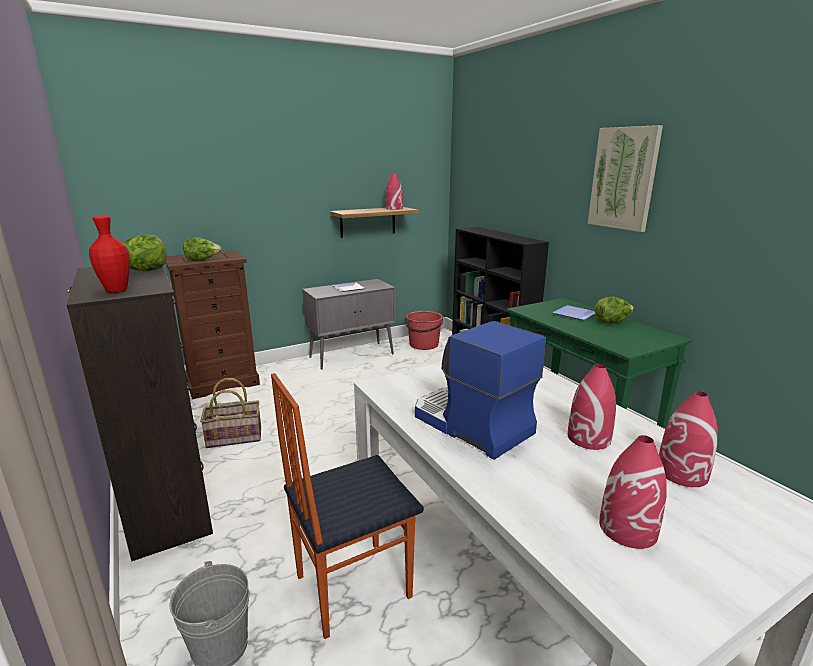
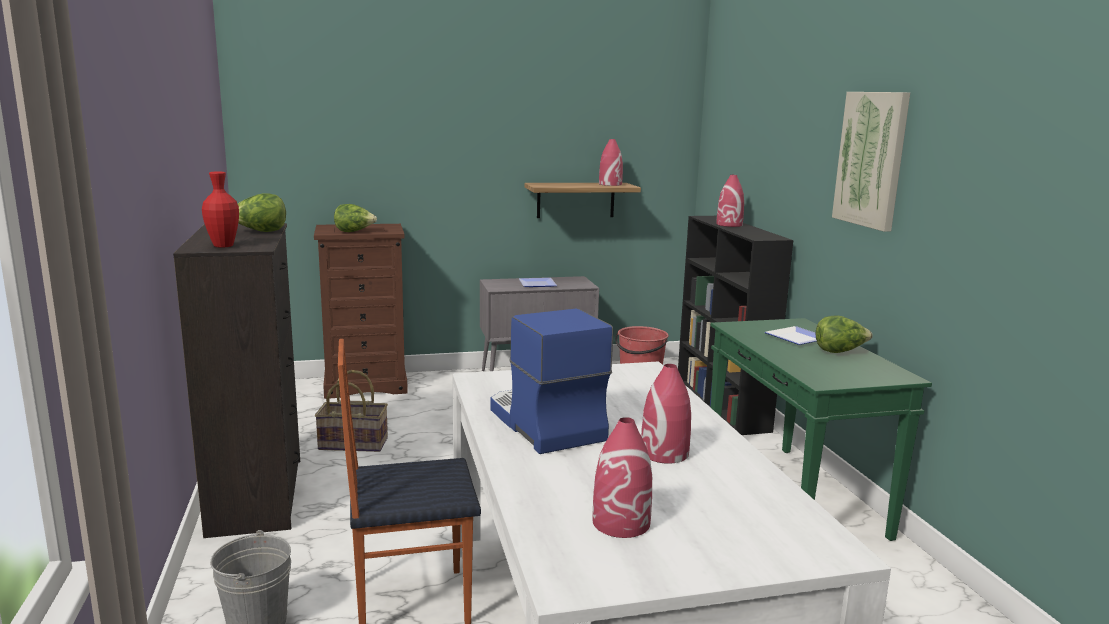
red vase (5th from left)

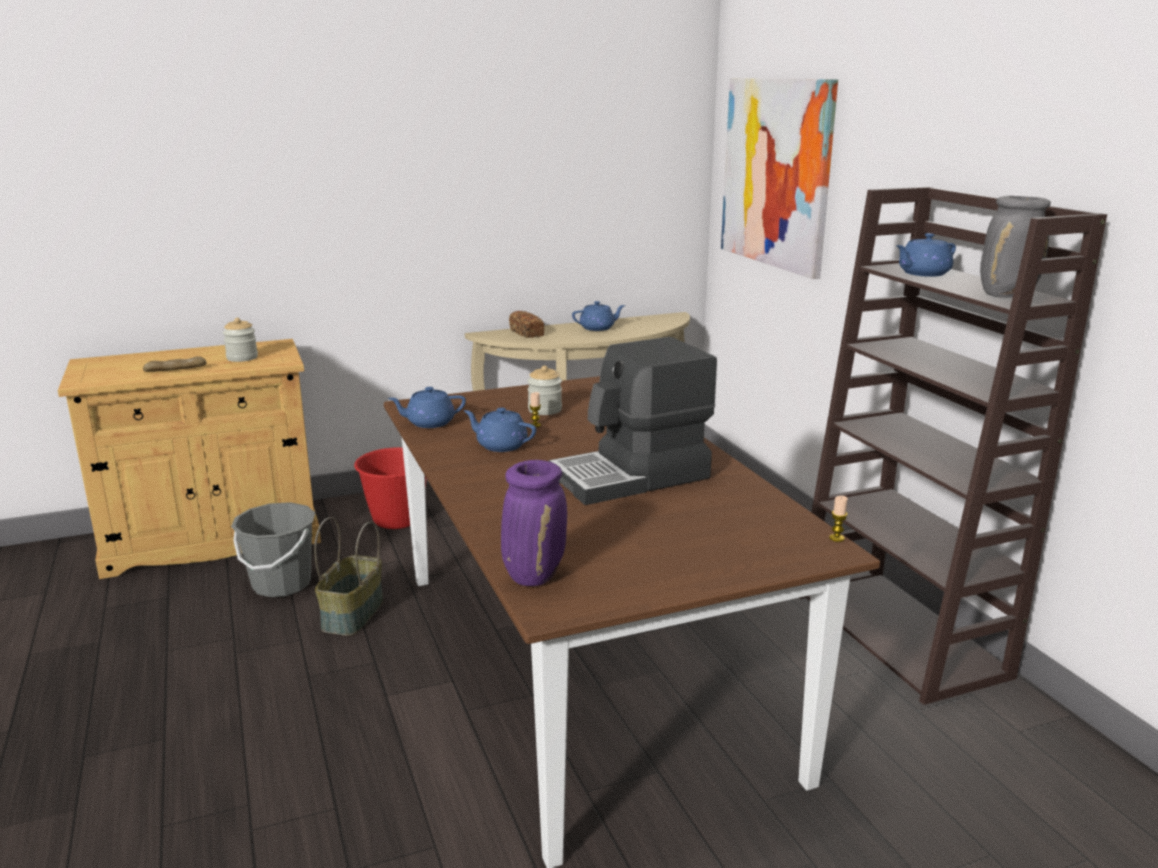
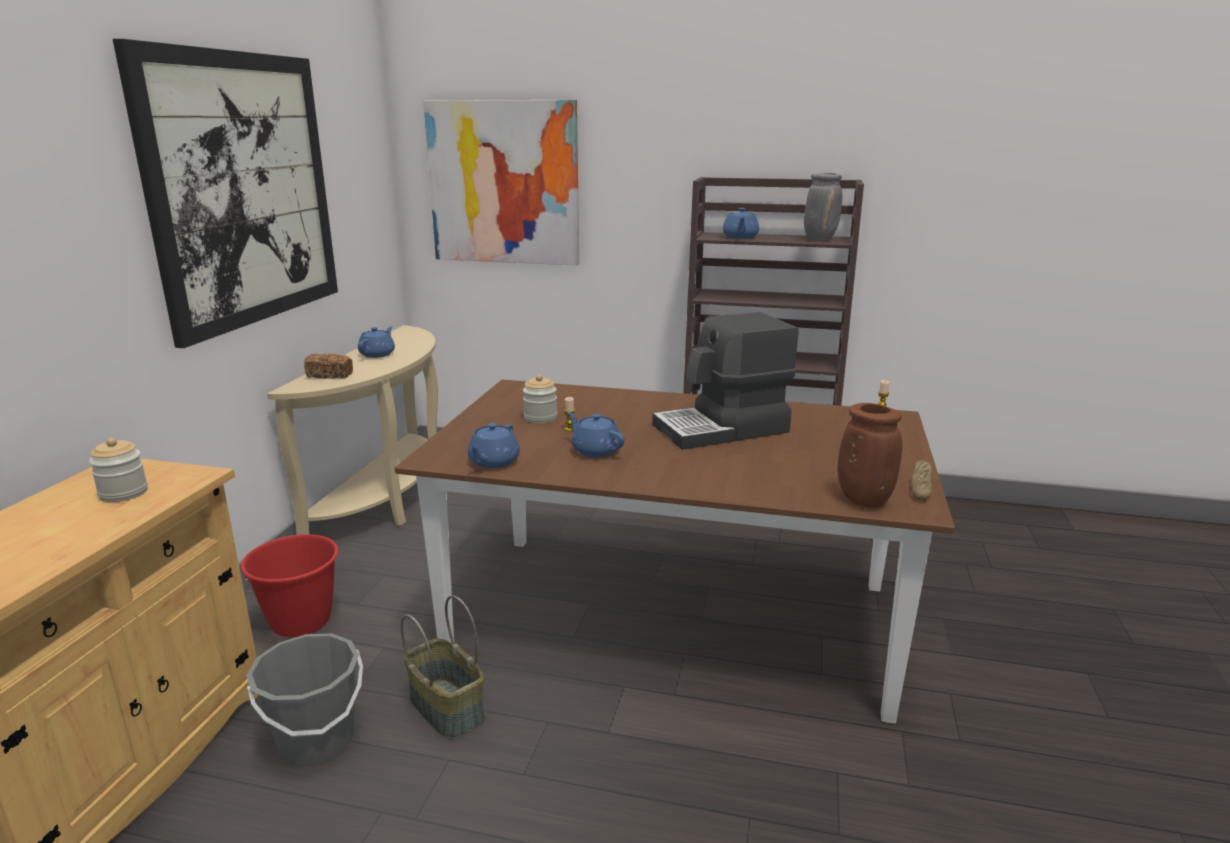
picture (1st from left)
blue teapot (3rd from left)
coffee machine
brown vase
bread (2nd from left)

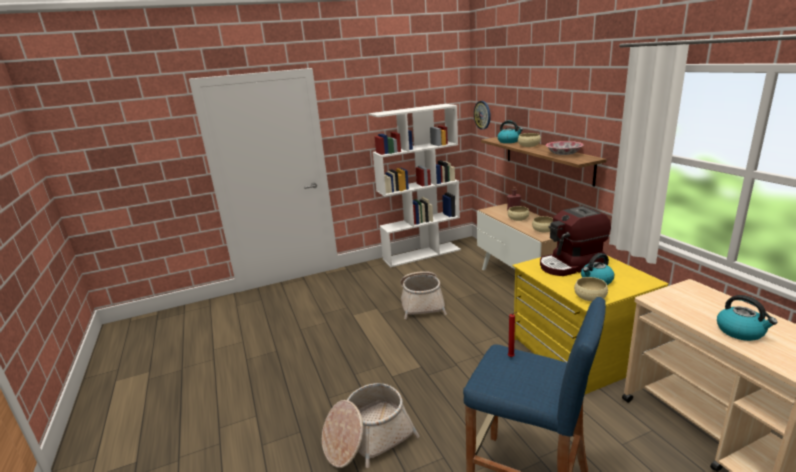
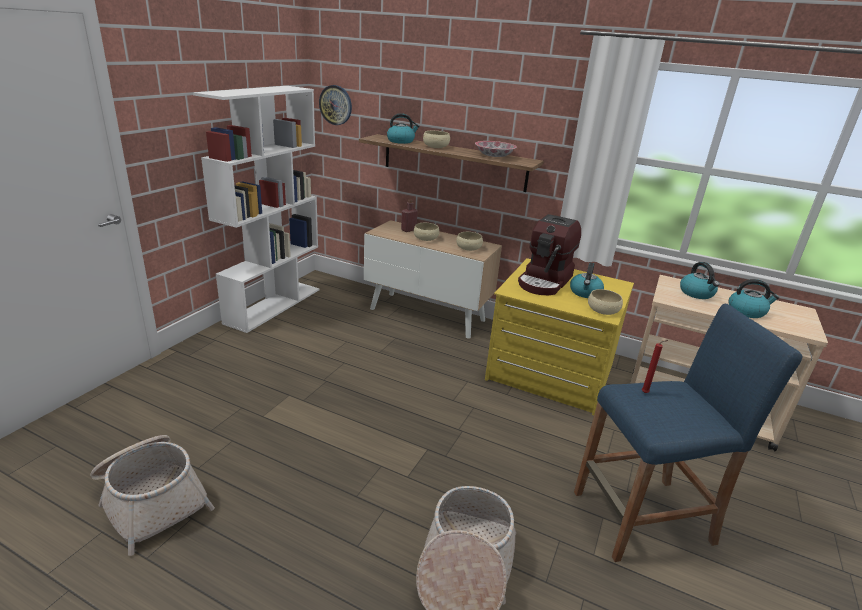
basket (1st from left)
kettle (3rd from left)

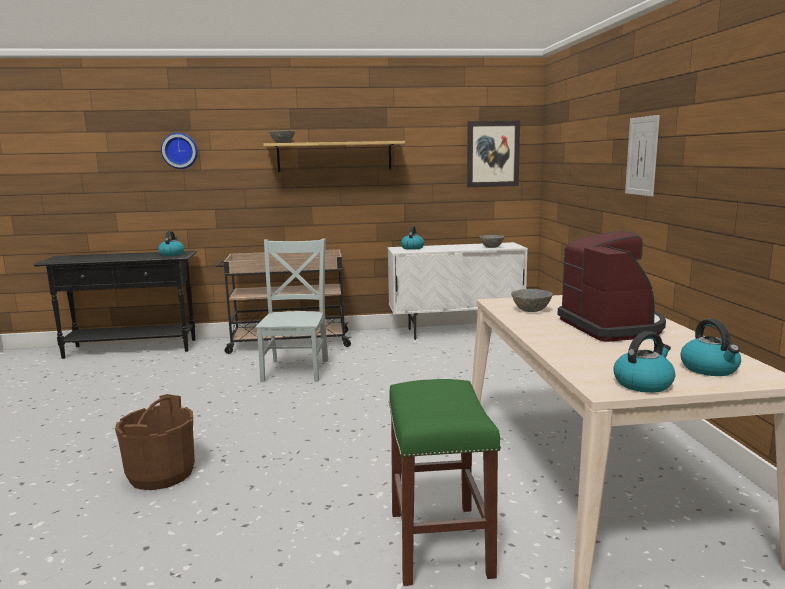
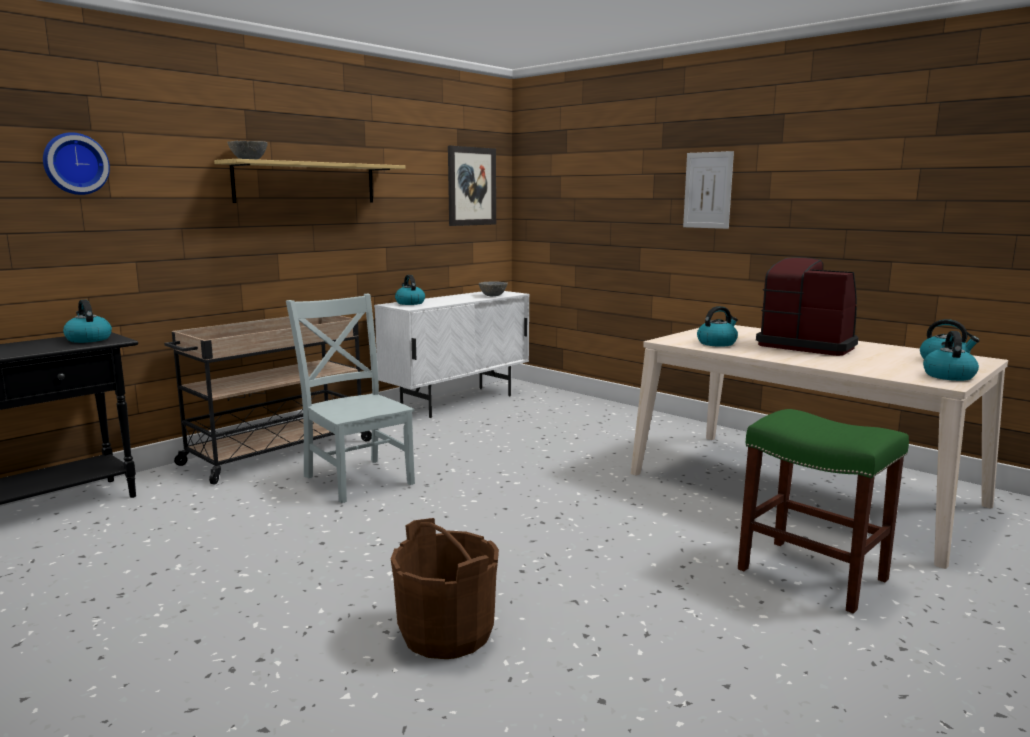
kettle (3rd from left)

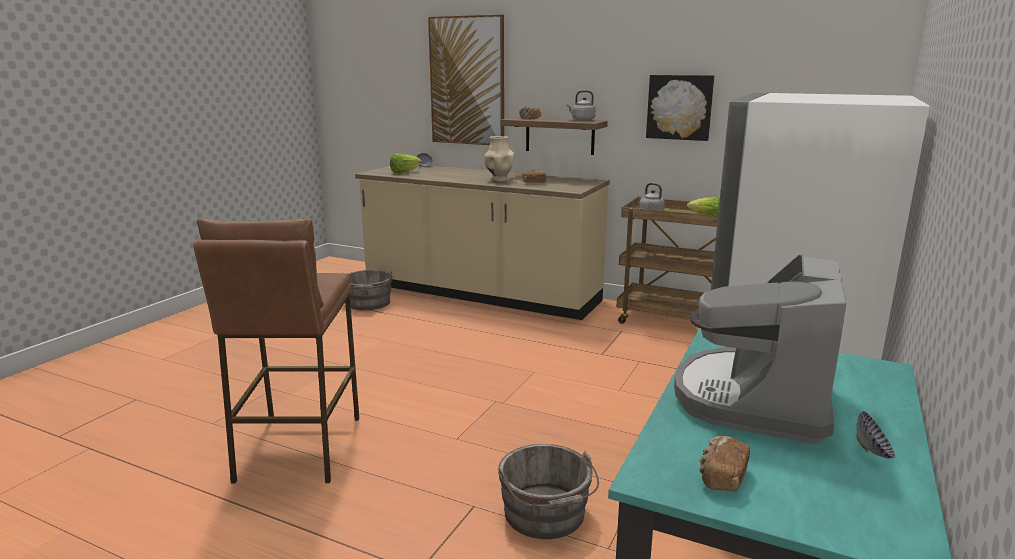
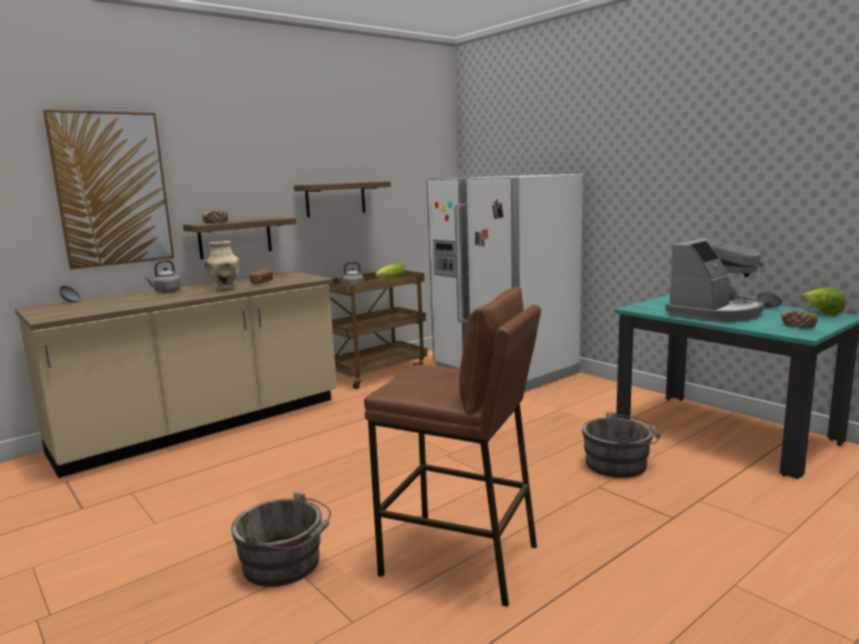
grey kettle (1st from left)
grey bucket (1st from left)
shelf (2nd from left)
coffee machine
lettuce (2nd from left)

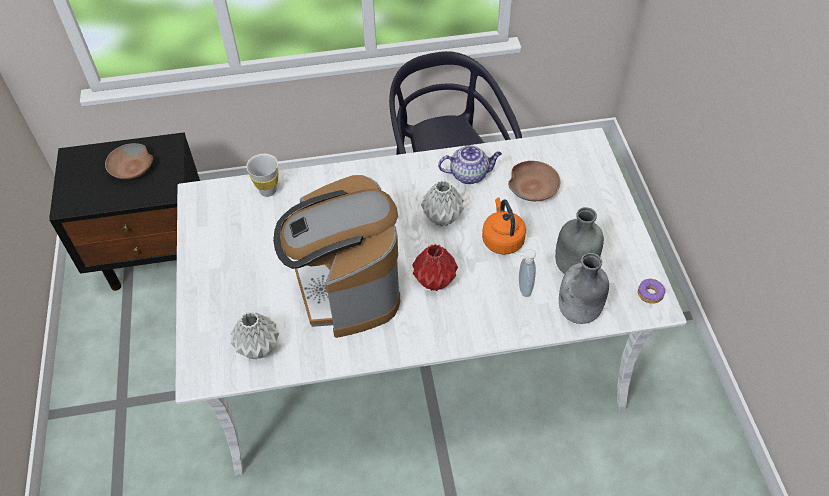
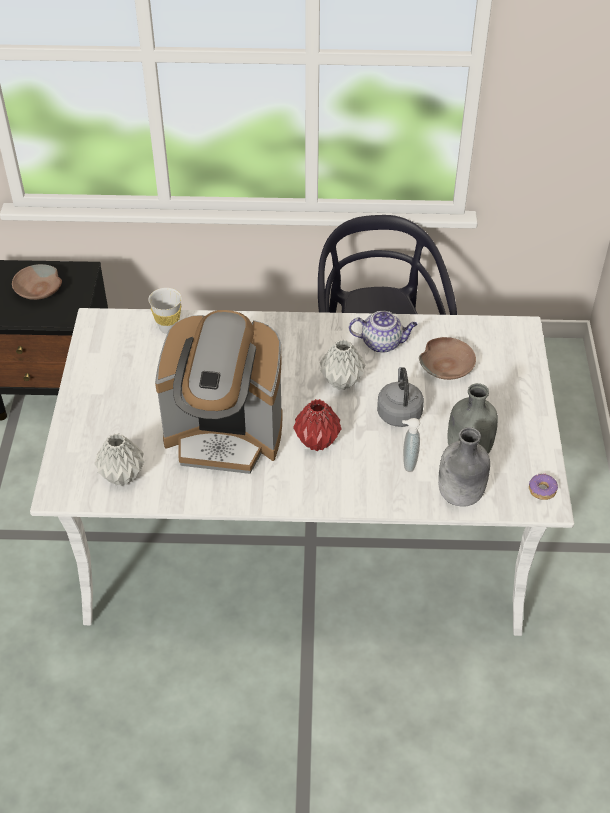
coffee machine
grey kettle

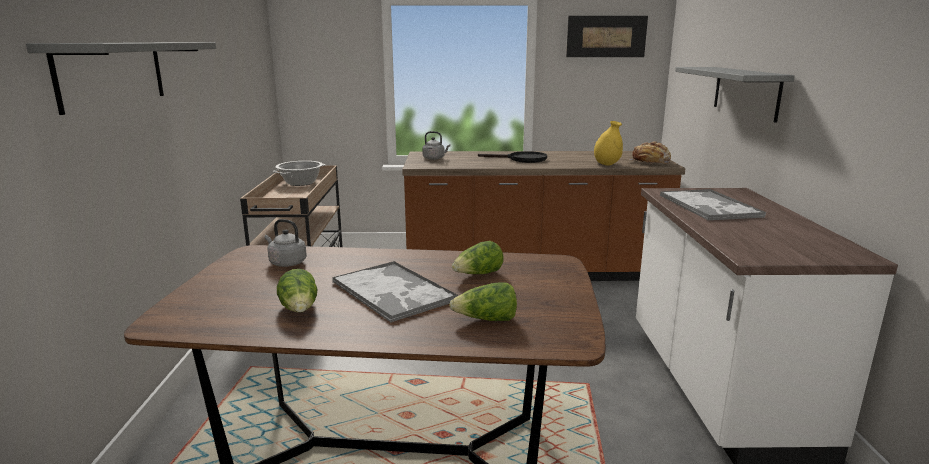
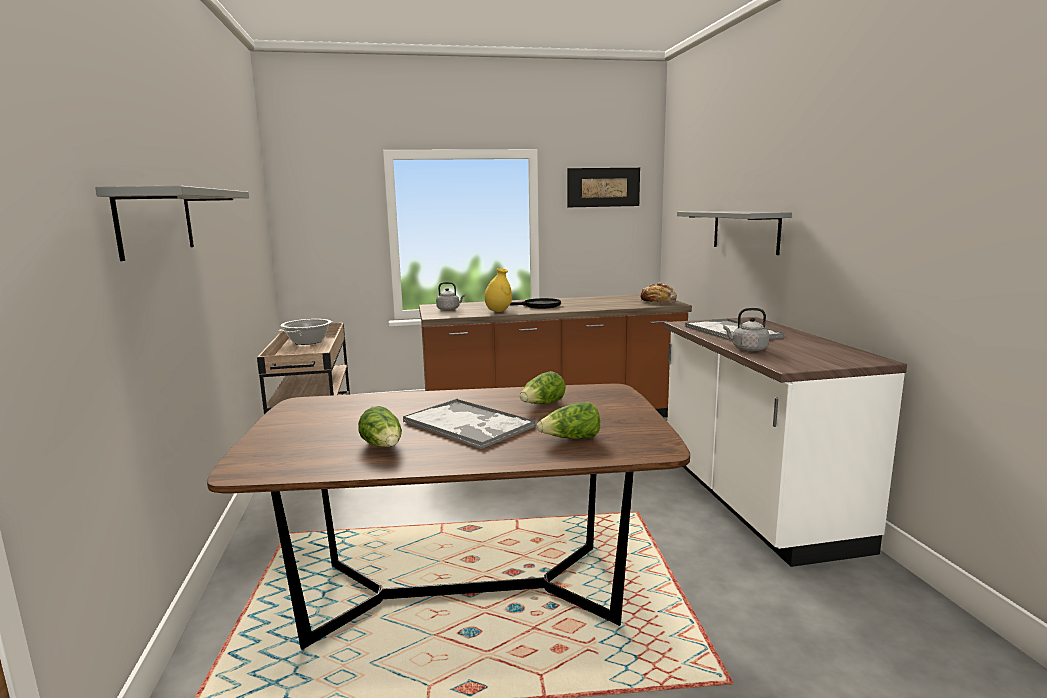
yellow vase
grey kettle (2nd from left)

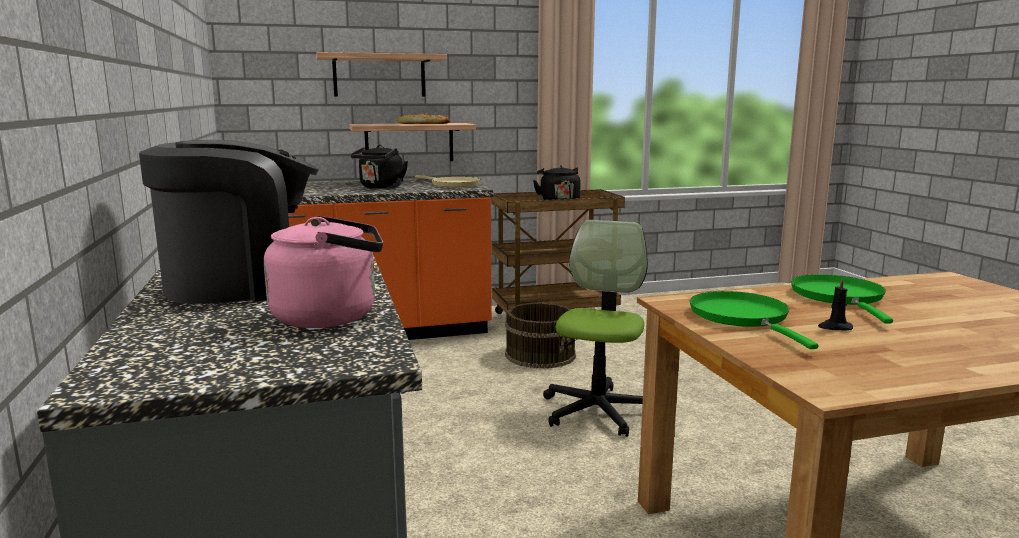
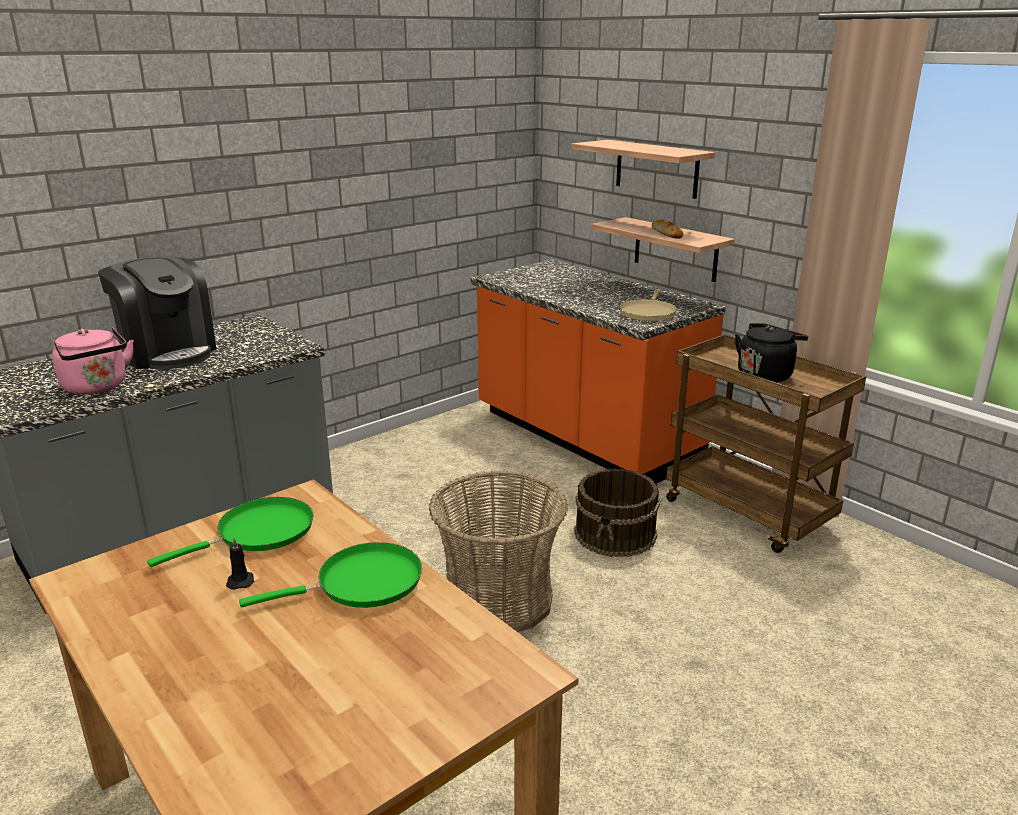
basket
black kettle (1st from left in the first image)

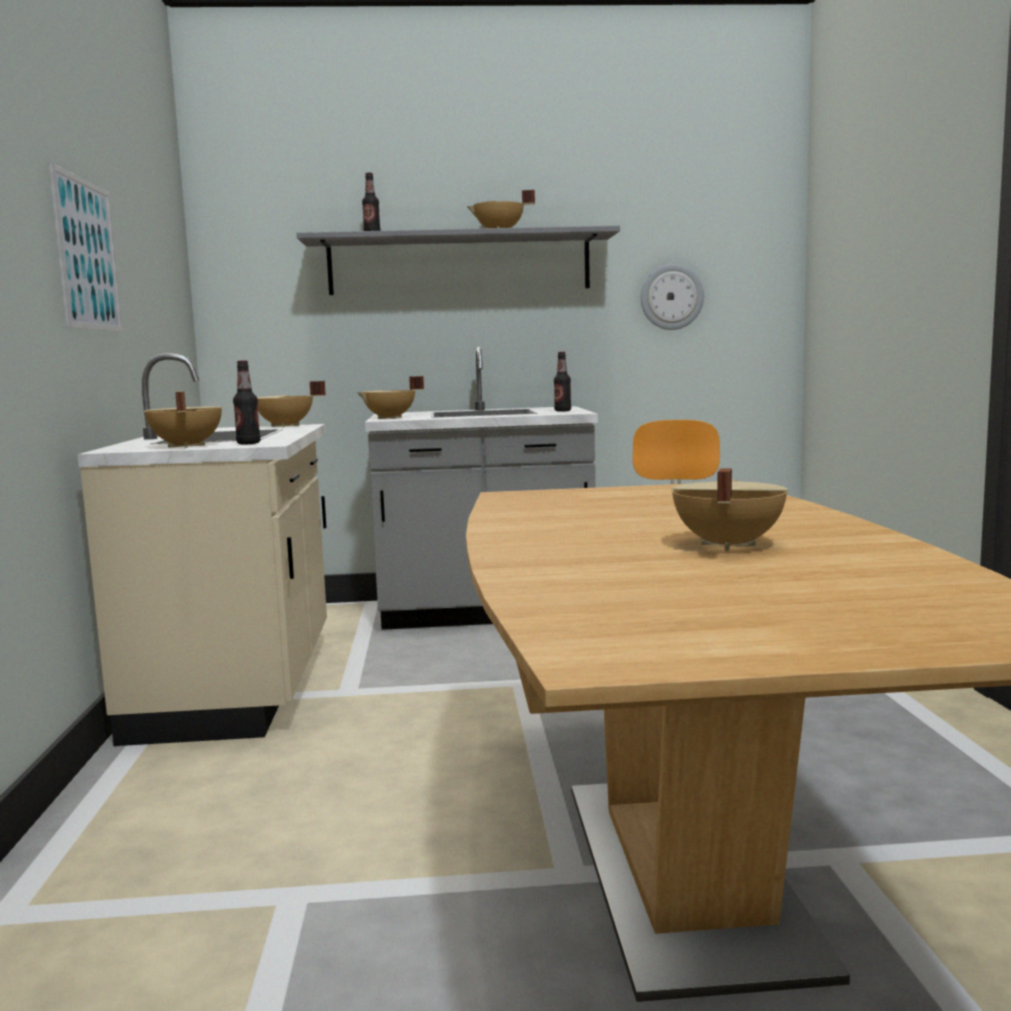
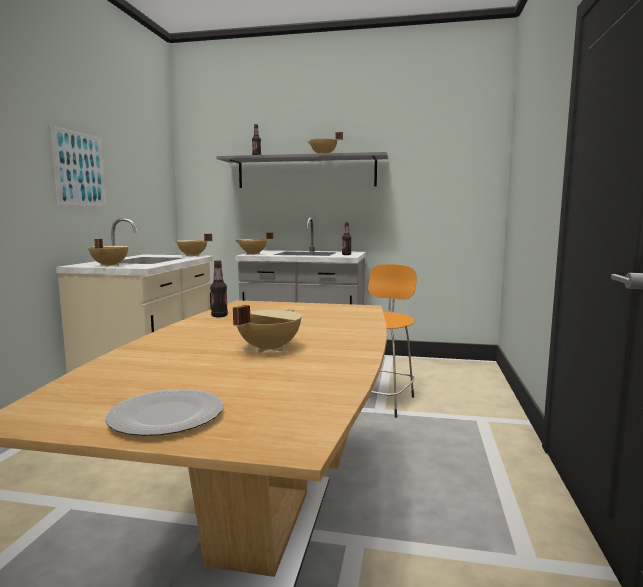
plate
bottle (1st from left)
wall clock

